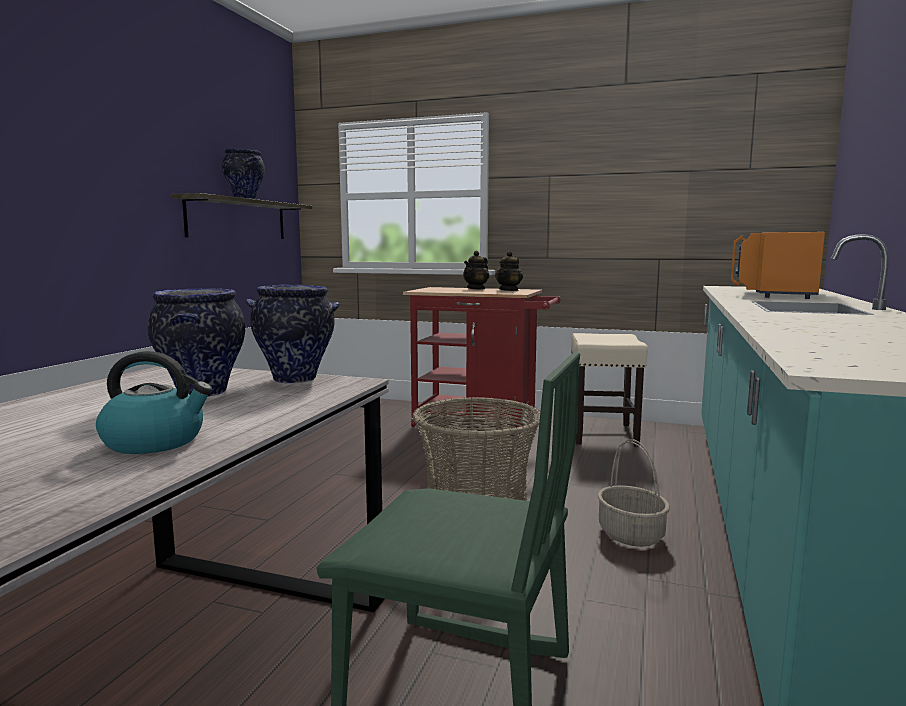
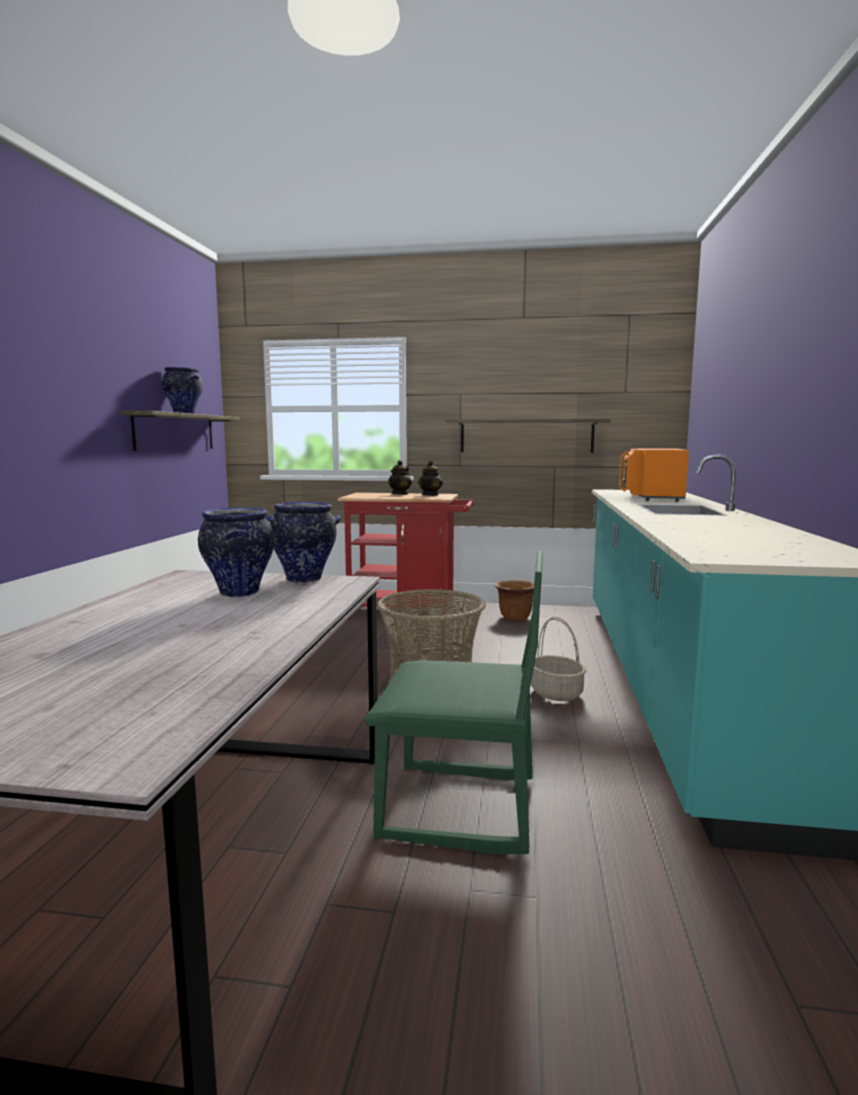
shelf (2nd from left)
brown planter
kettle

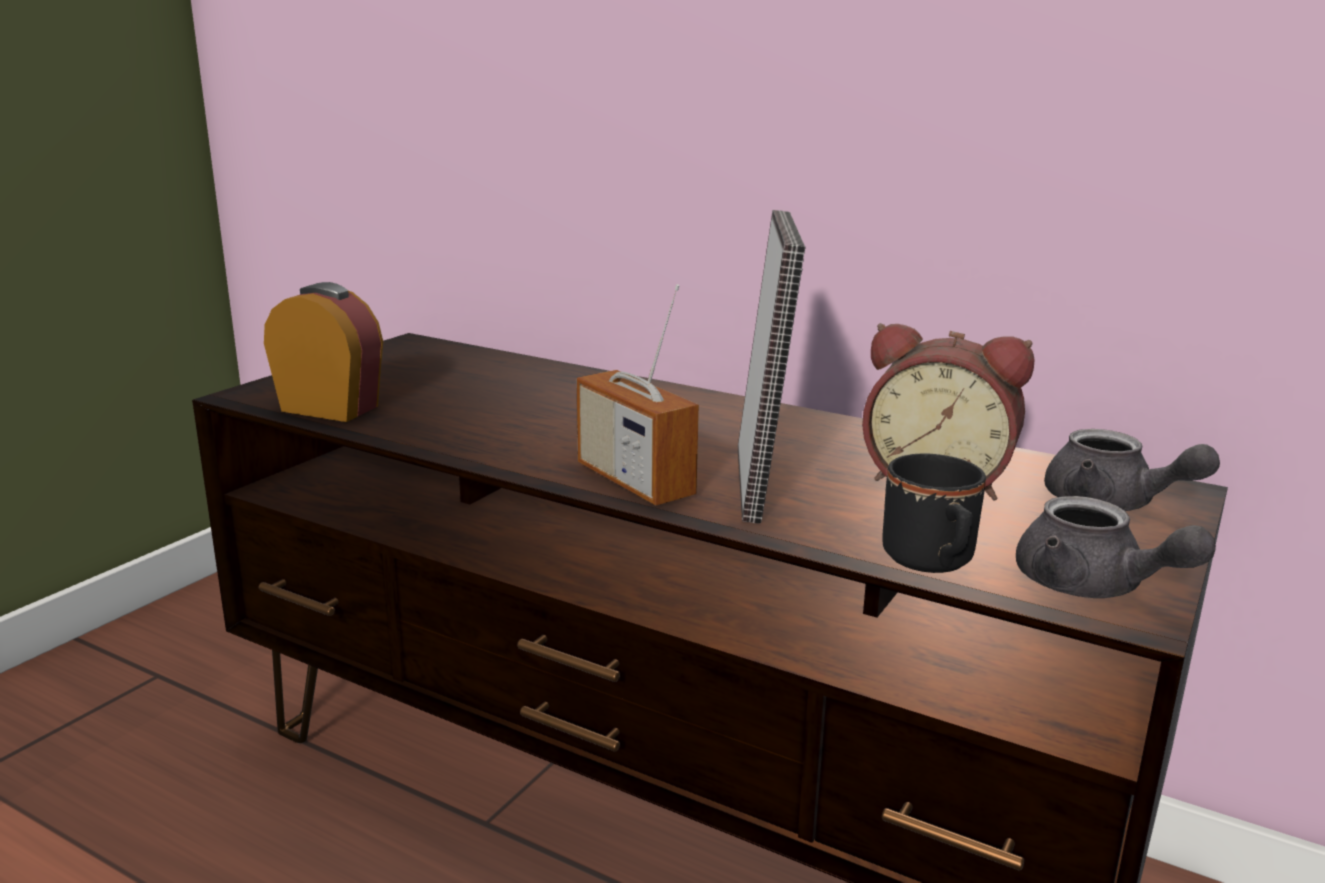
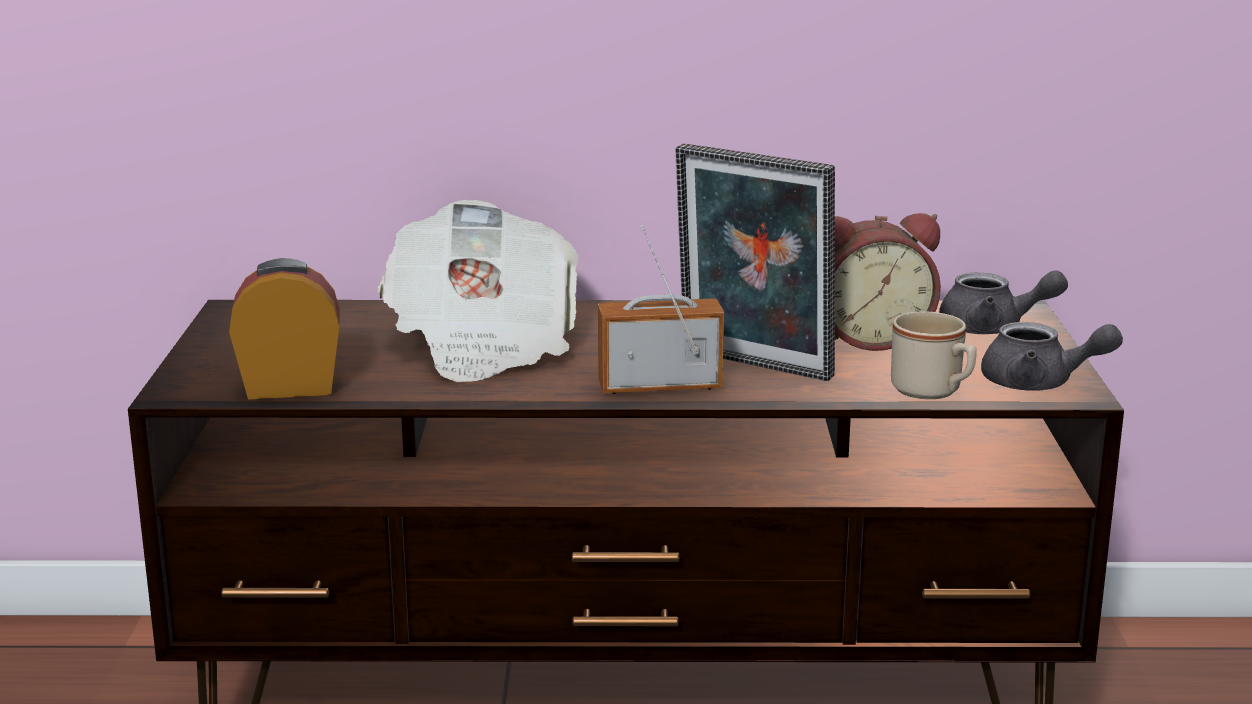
newspaper
radio
picture frame
beige mug

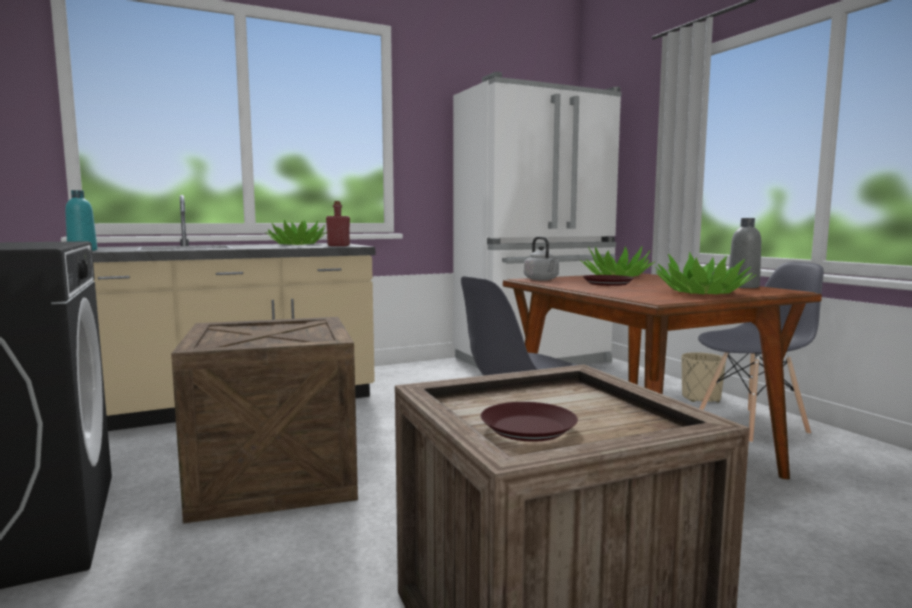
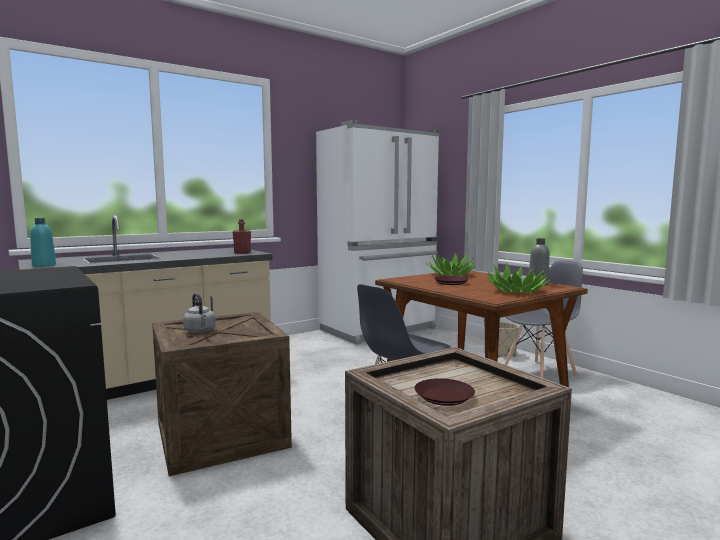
grey kettle
potted plant (1st from left in the first image)

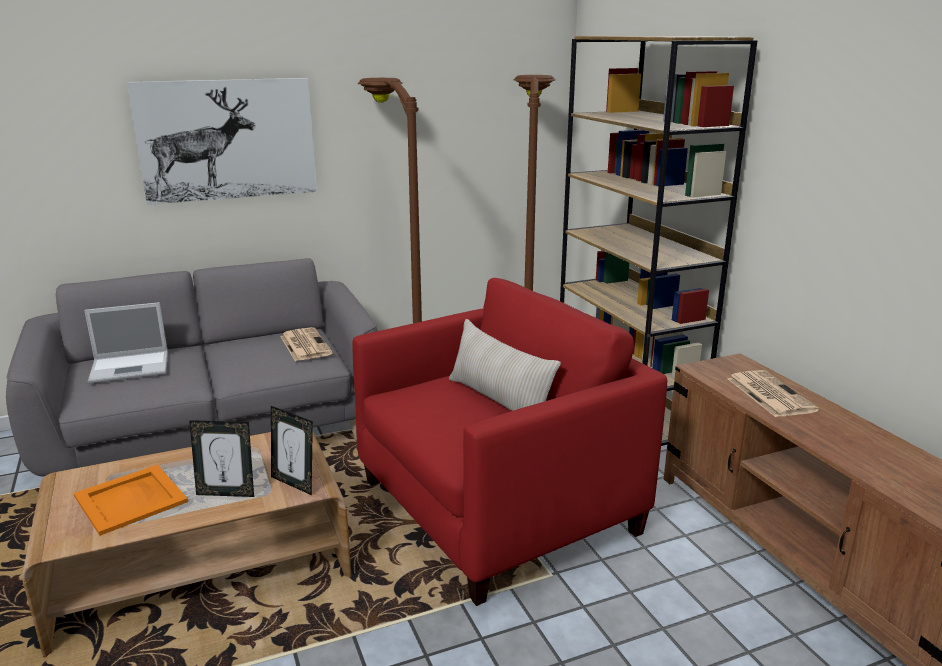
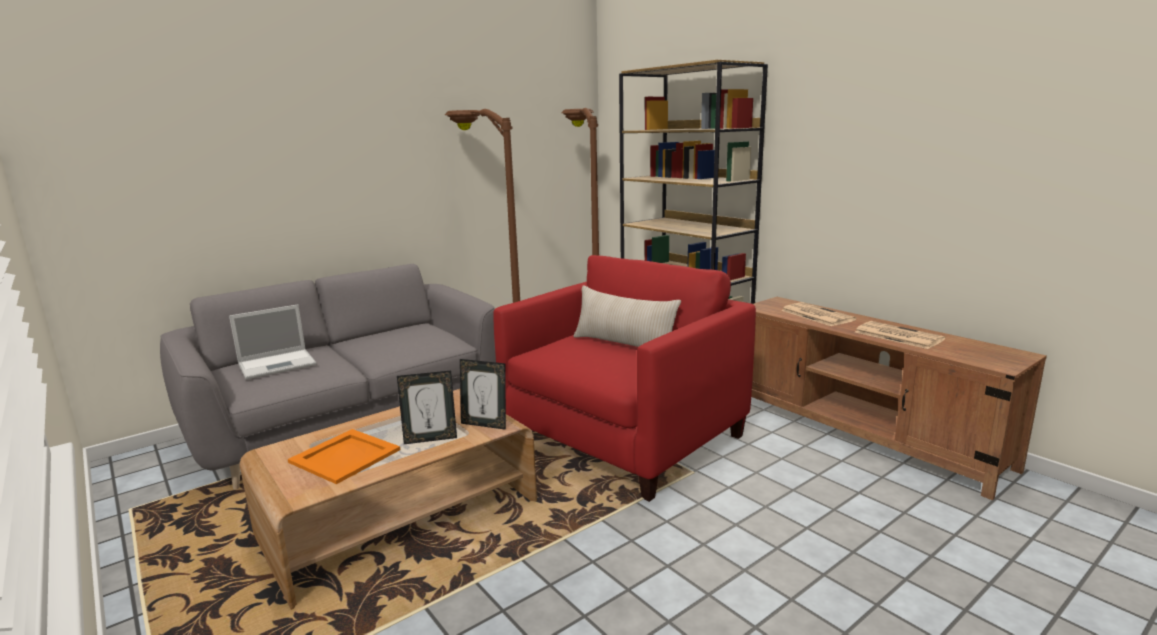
newspaper (2nd from left)
picture

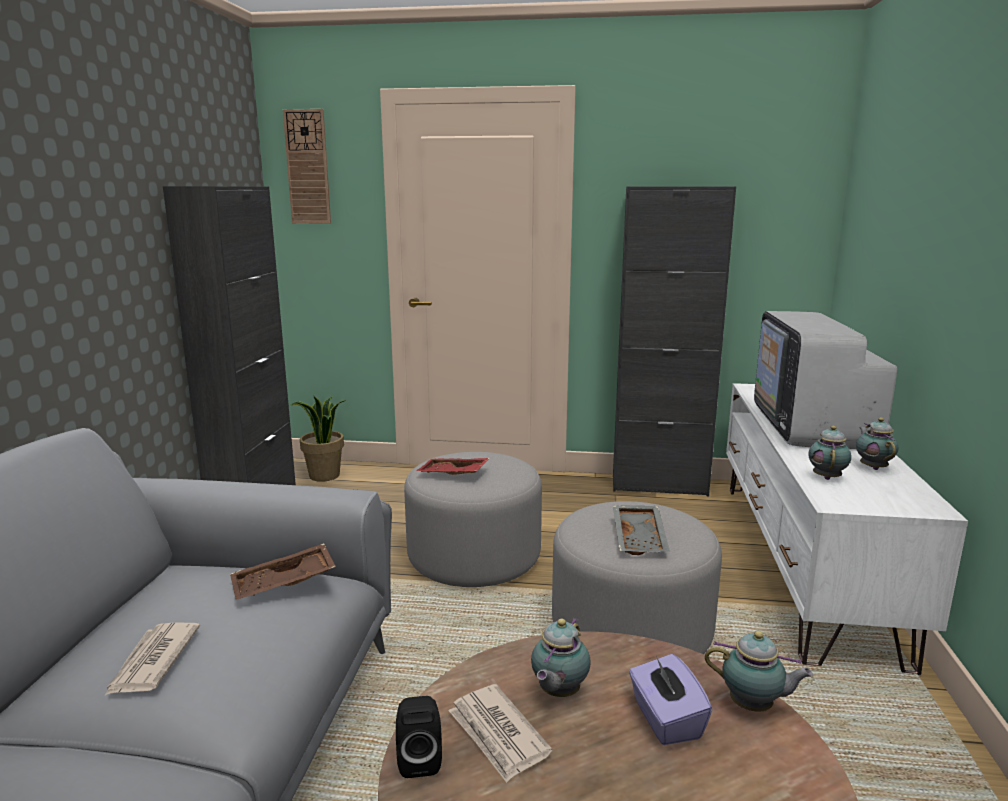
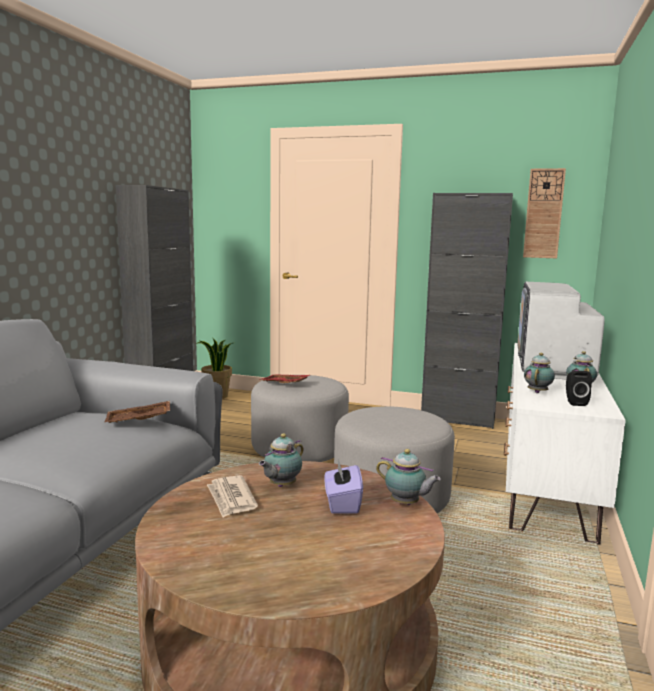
wall clock
black speaker
newspaper (1st from left in the first image)
grey tray

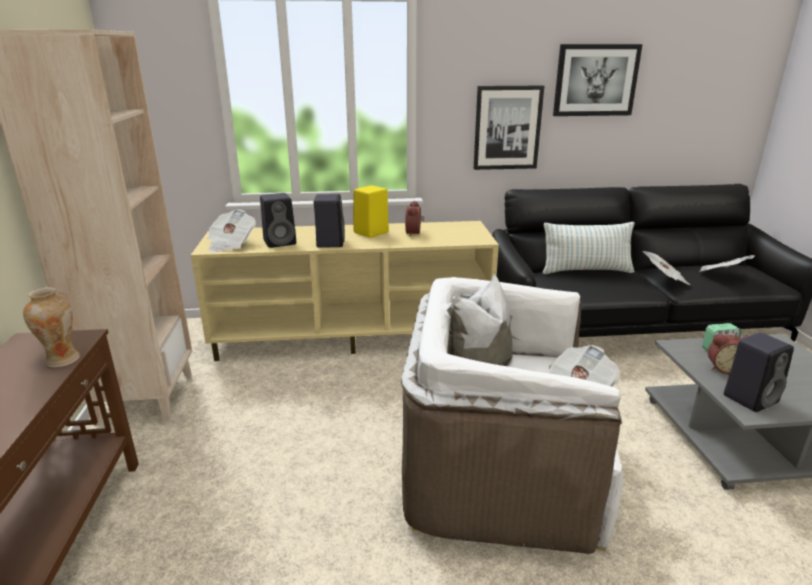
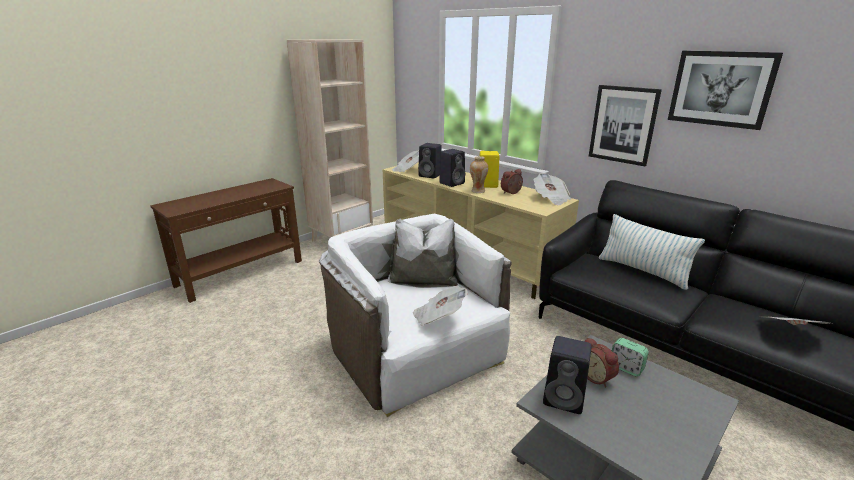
vase
newspaper (3rd from left)

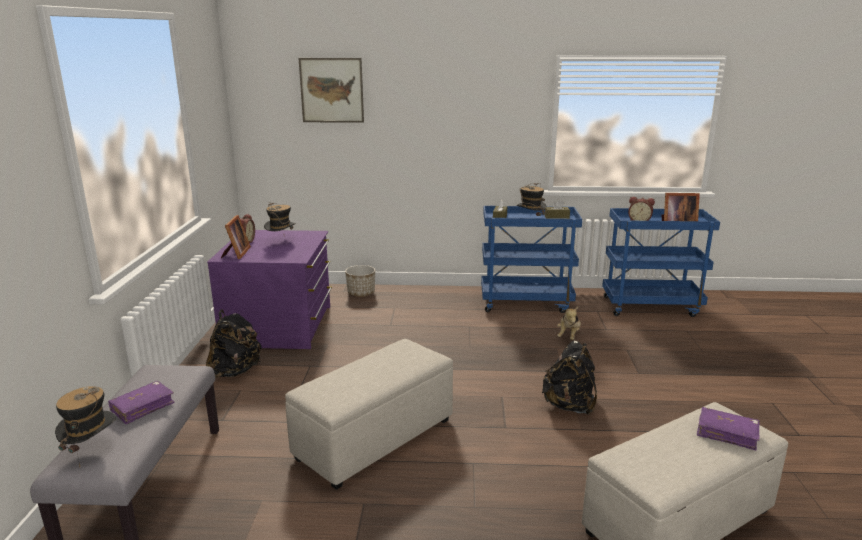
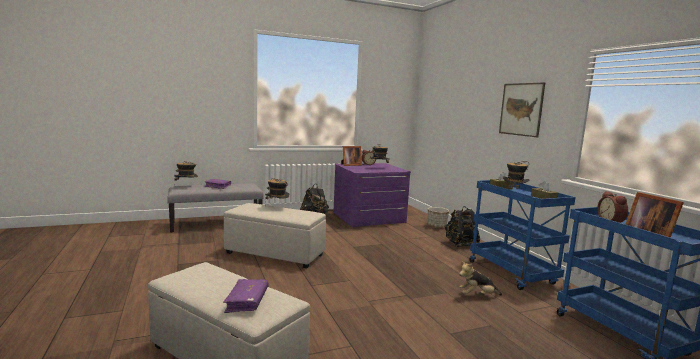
hat (2nd from left)
black backpack (2nd from left)
picture

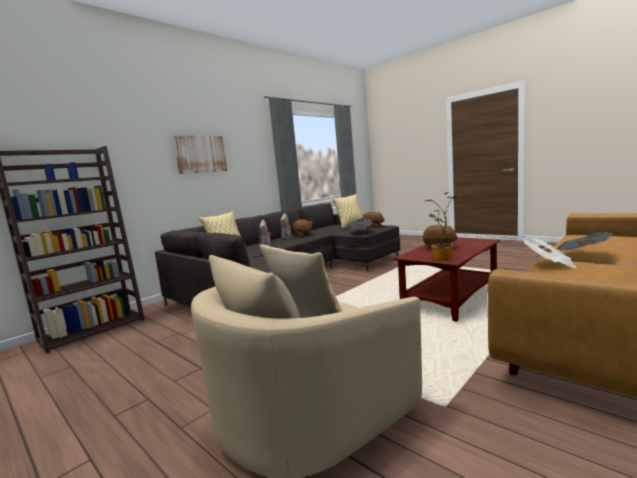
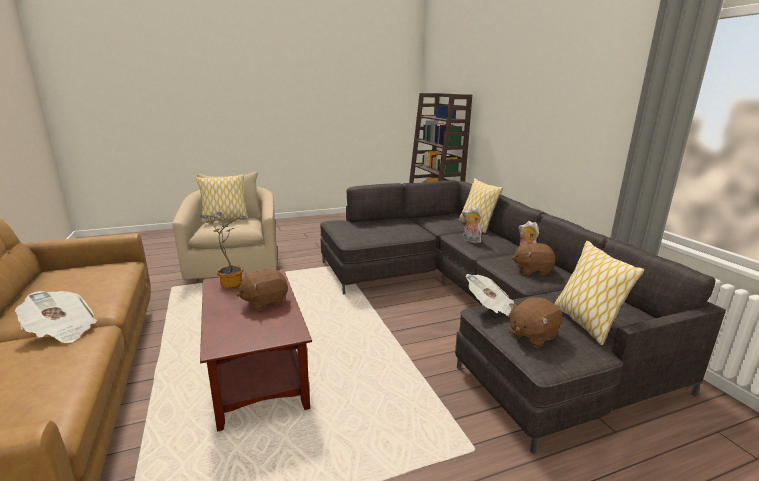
picture
newspaper (2nd from left in the first image)

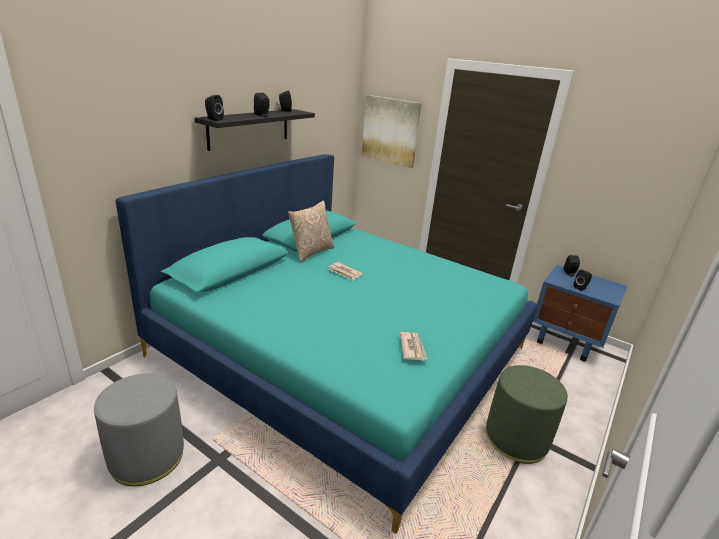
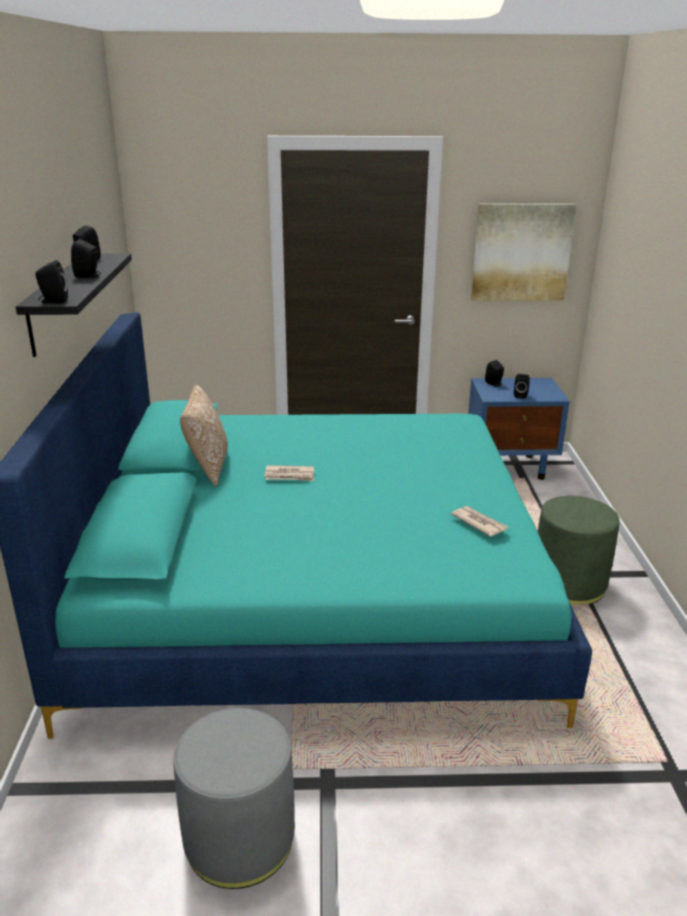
picture

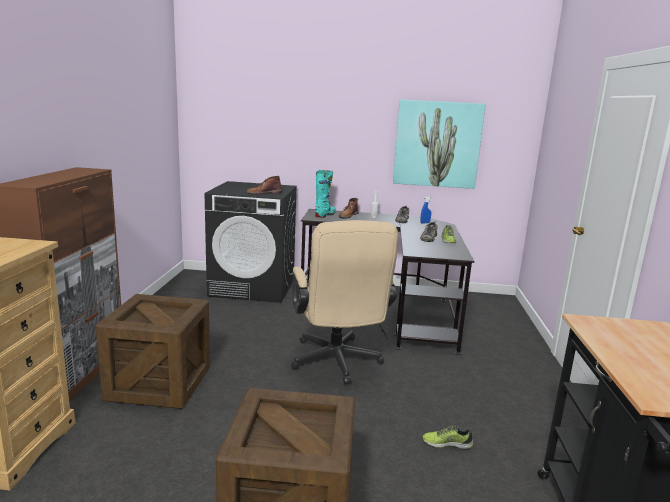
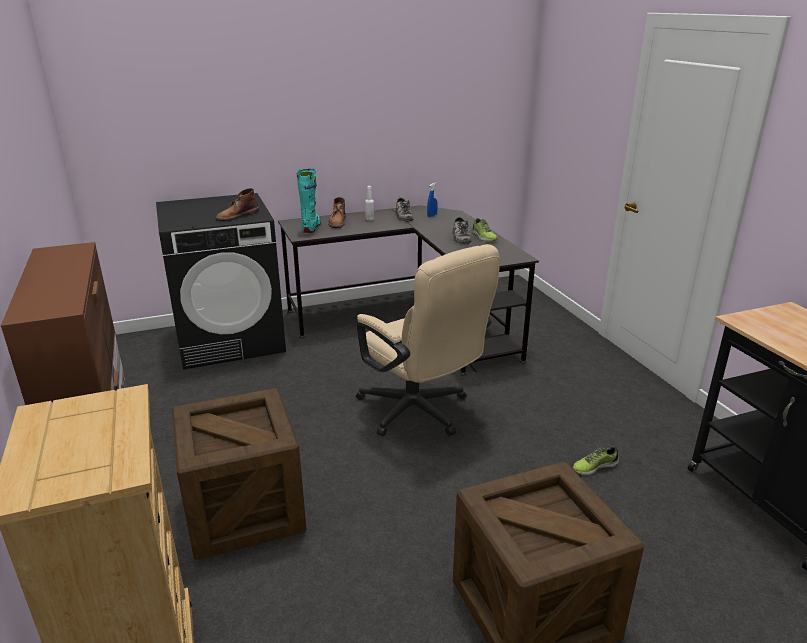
picture

